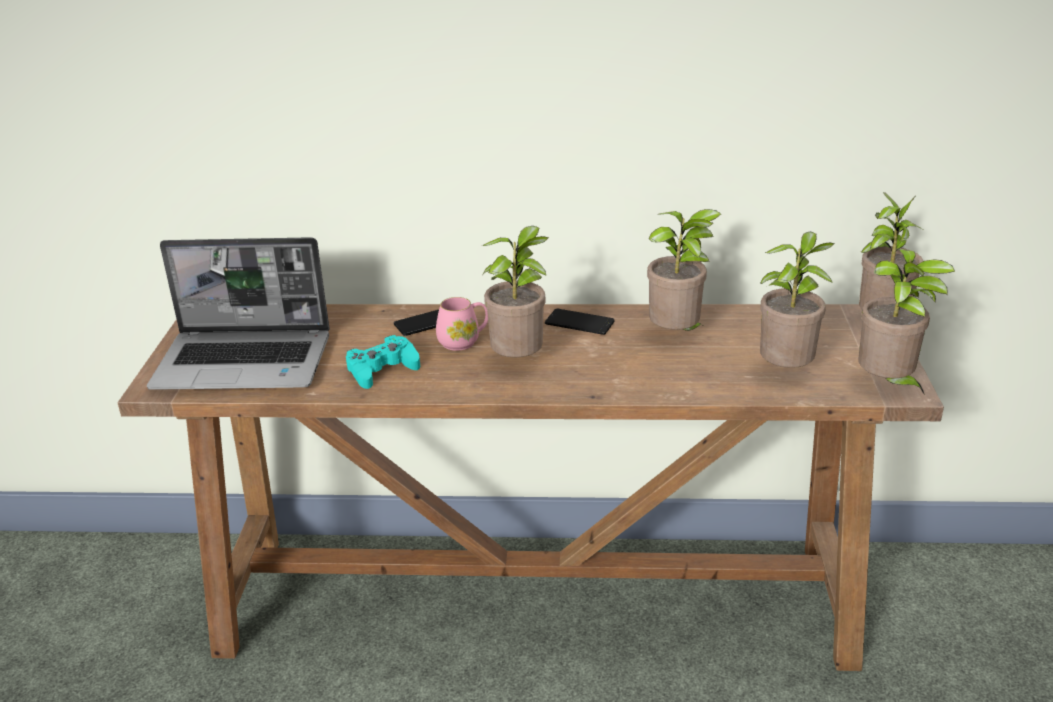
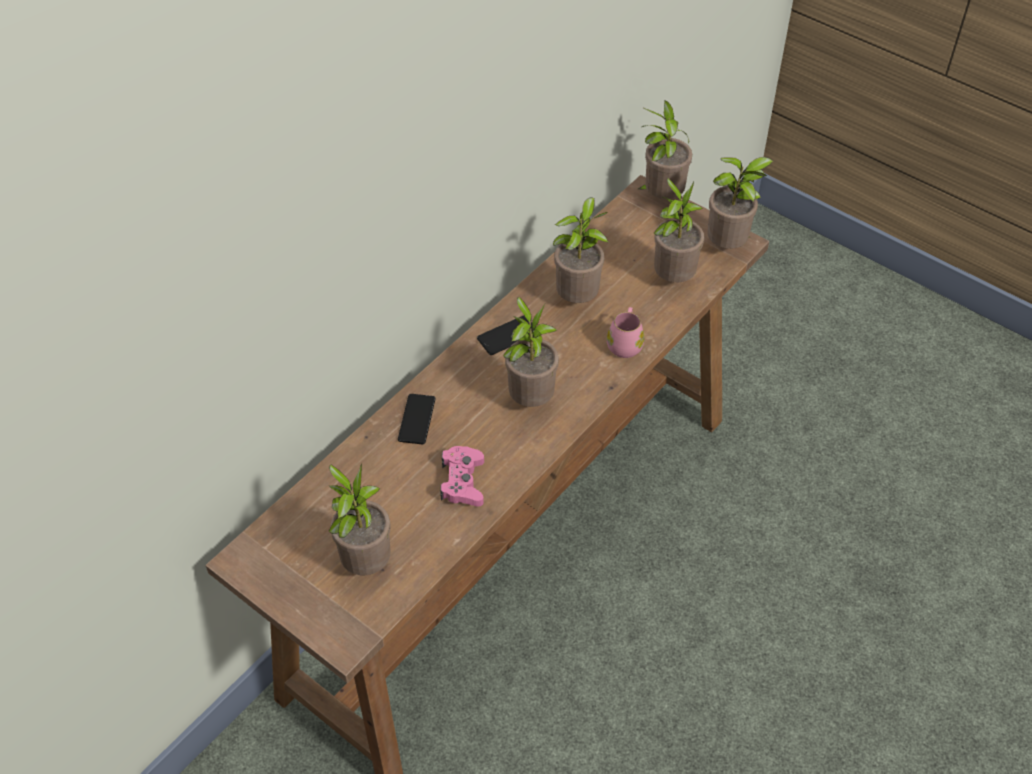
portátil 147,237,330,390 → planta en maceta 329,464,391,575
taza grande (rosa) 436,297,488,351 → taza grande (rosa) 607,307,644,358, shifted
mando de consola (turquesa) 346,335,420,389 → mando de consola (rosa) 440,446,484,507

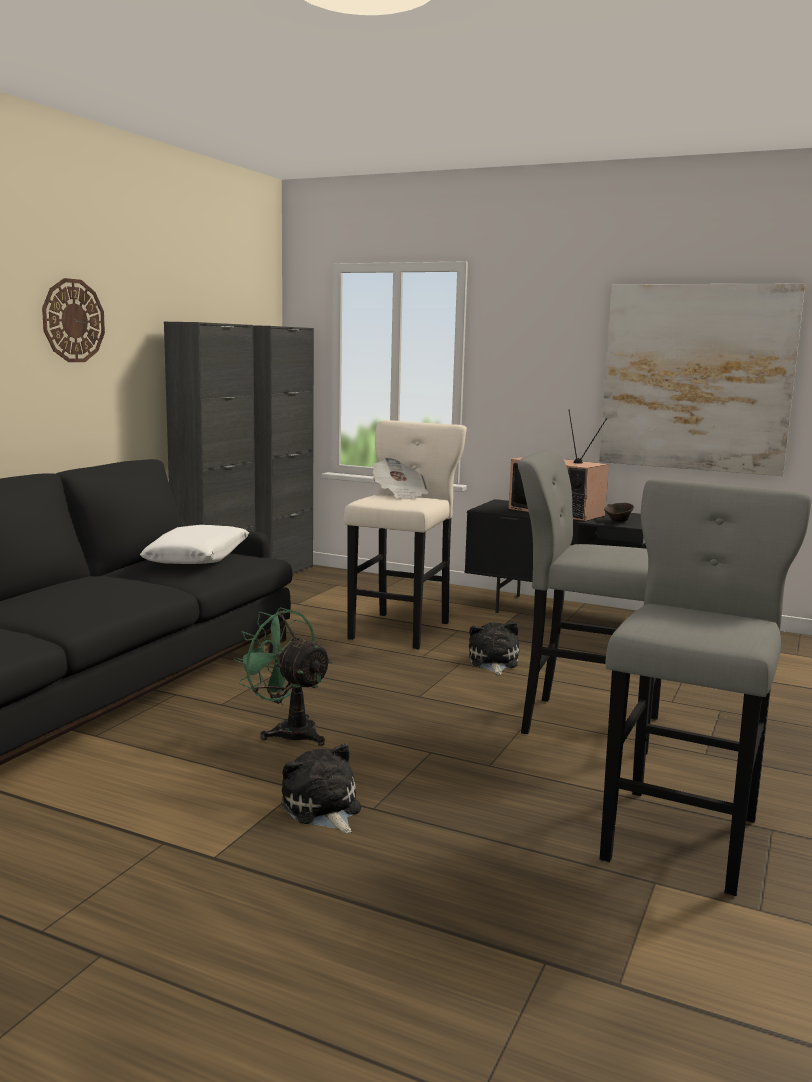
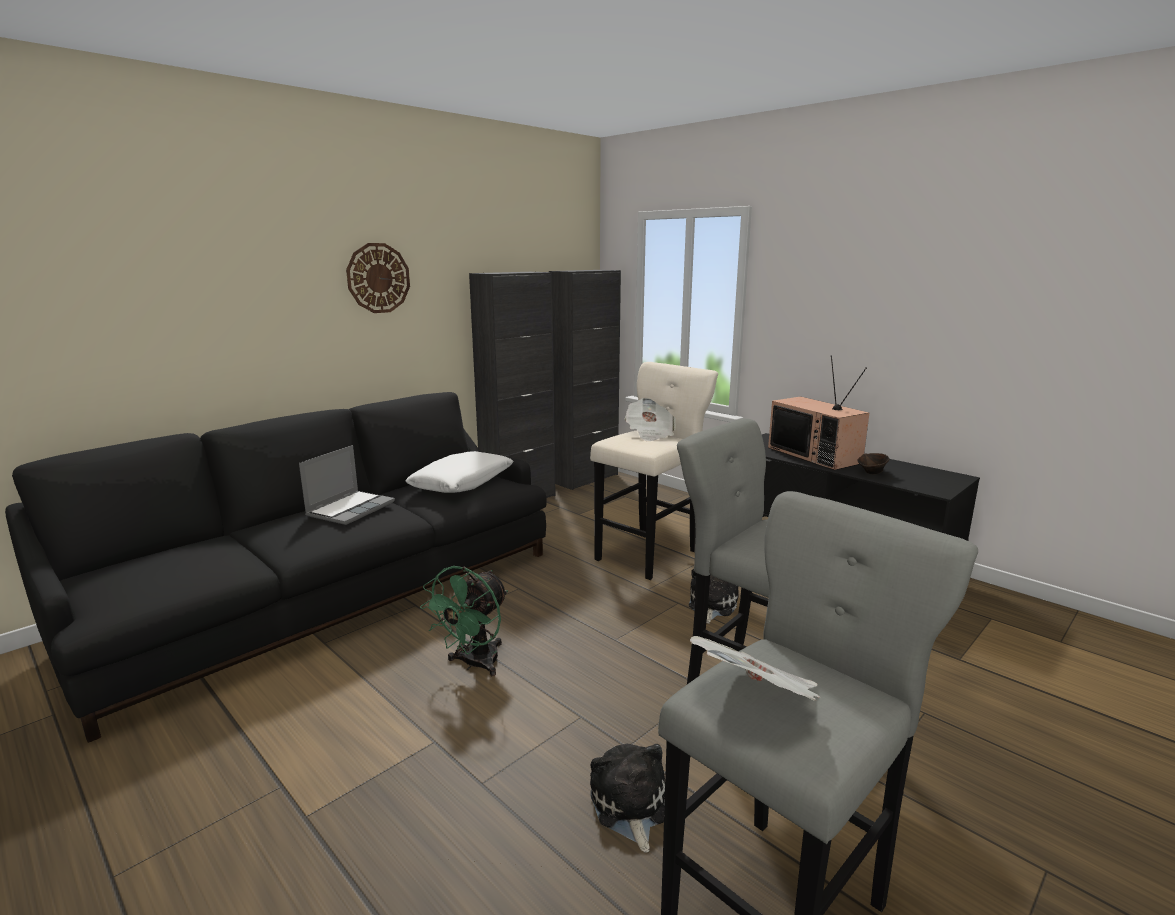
cuadro 599,284,805,476 → -
ventilador (verde) 233,607,333,746 → ventilador (verde) 420,566,508,676, 120 degrees counterclockwise
peluche 281,744,361,833 → peluche 590,743,665,853, shifted
- → portátil 299,445,395,525
- → periódico 690,636,820,701

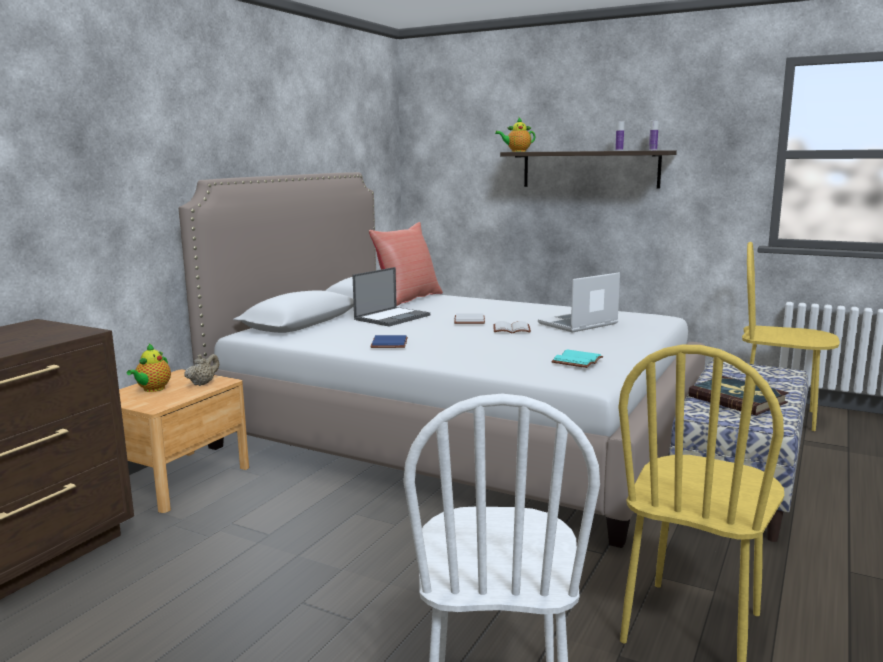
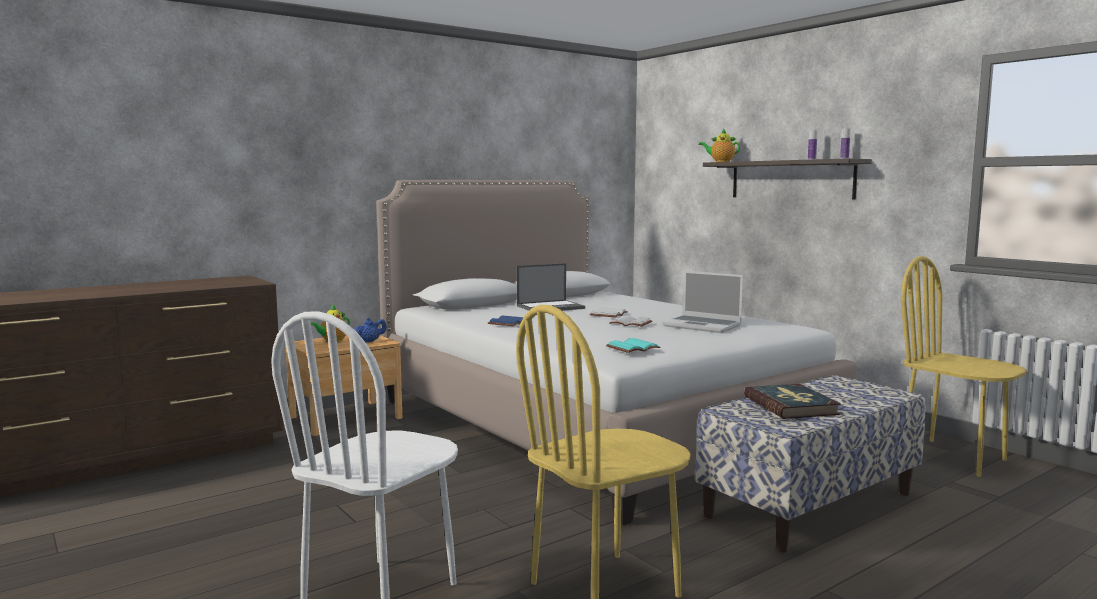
cojín (rojo) 369,222,443,306 → -
portátil 538,272,620,333 → portátil 663,271,743,333, 135 degrees counterclockwise
tetera (beis) 185,354,219,386 → tetera (azul) 354,317,387,343

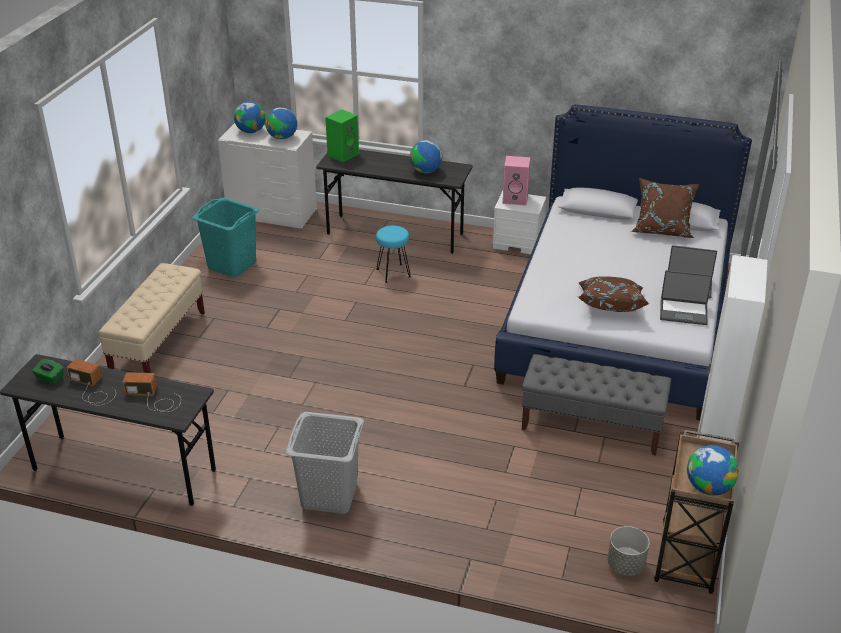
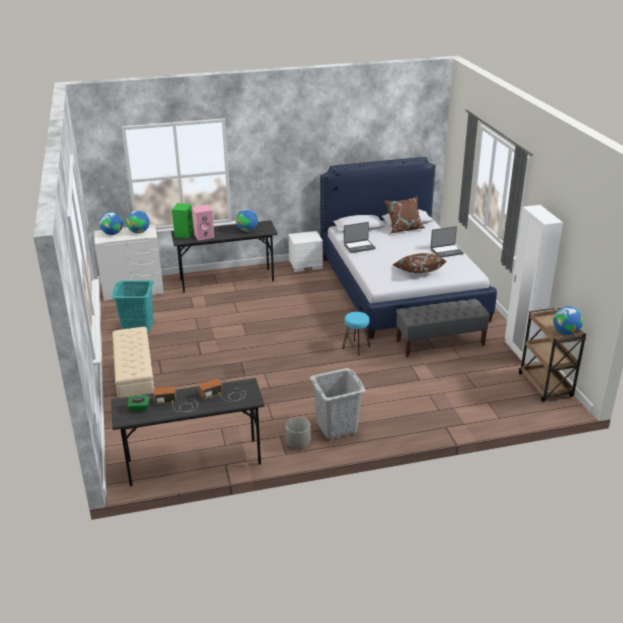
altavoz (rosa) 503,156,530,206 → altavoz (rosa) 192,205,214,240, shifted
taburete (turquesa) 376,226,411,283 → taburete (turquesa) 342,312,371,355, shifted
portátil 660,270,712,325 → portátil 344,222,376,253, shifted
maceta (gris) 607,526,649,576 → maceta (gris) 286,417,311,448, shifted

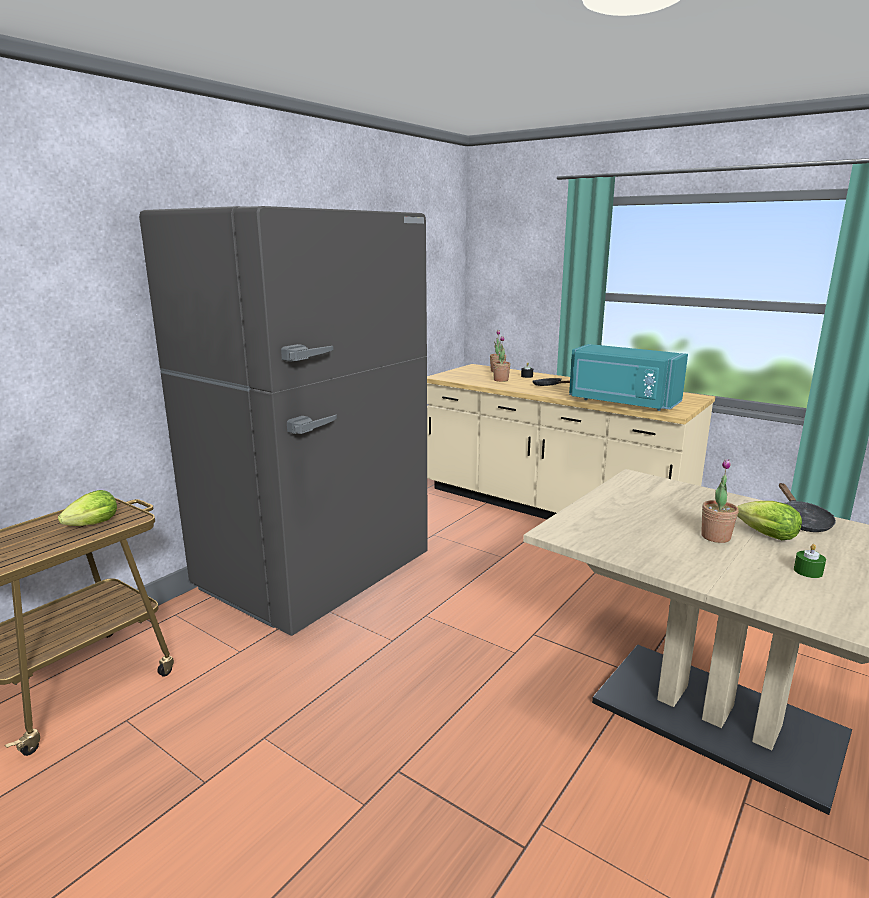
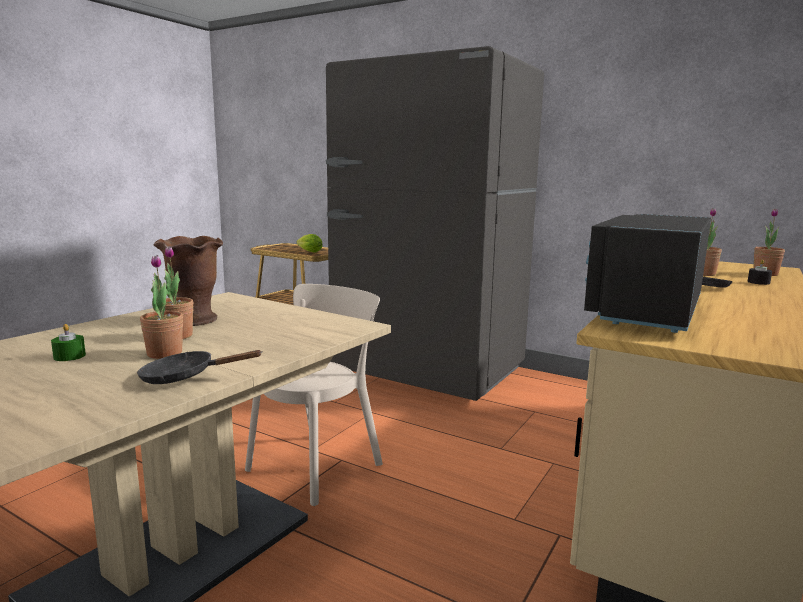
microondas (turquesa) 569,344,688,411 → microondas (negro) 584,214,711,333
lechuga 737,501,802,540 → planta en maceta 140,255,183,359
- → florero (marrón) 154,236,223,326
- → silla (beis) 245,284,383,506

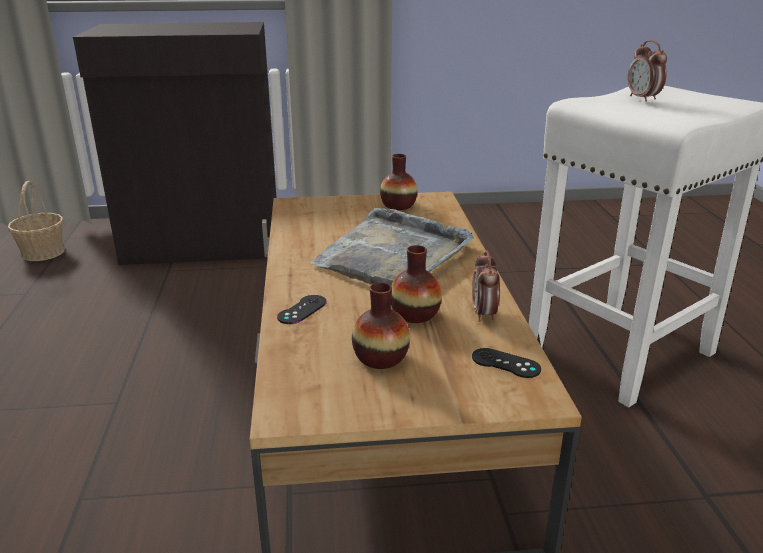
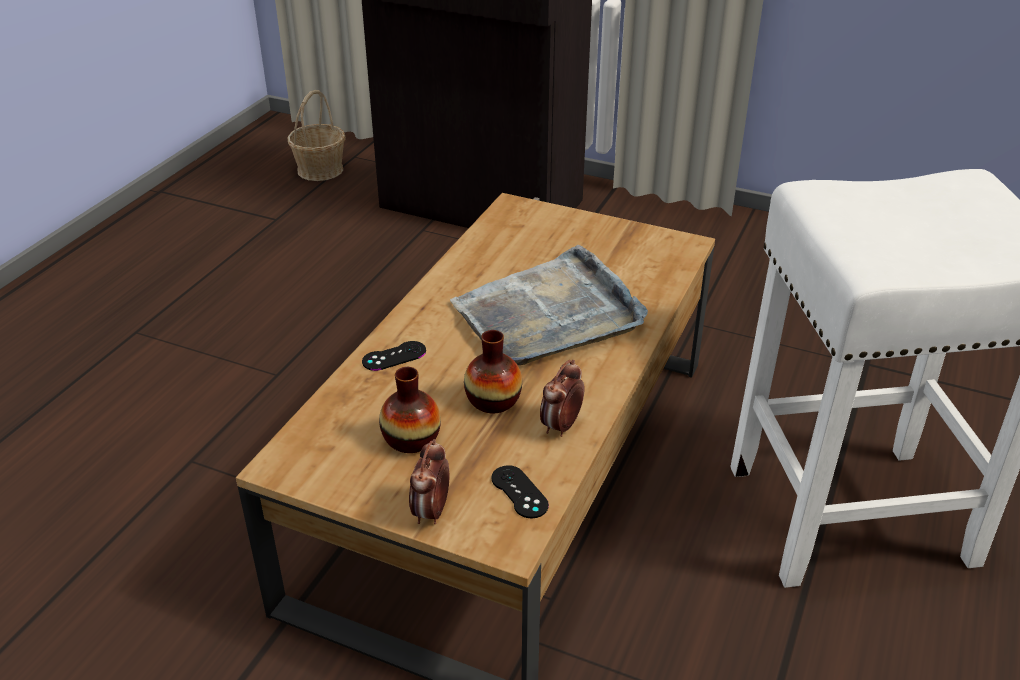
despertador 628,40,667,102 → despertador 409,439,449,524, shifted
florero 380,154,417,210 → -

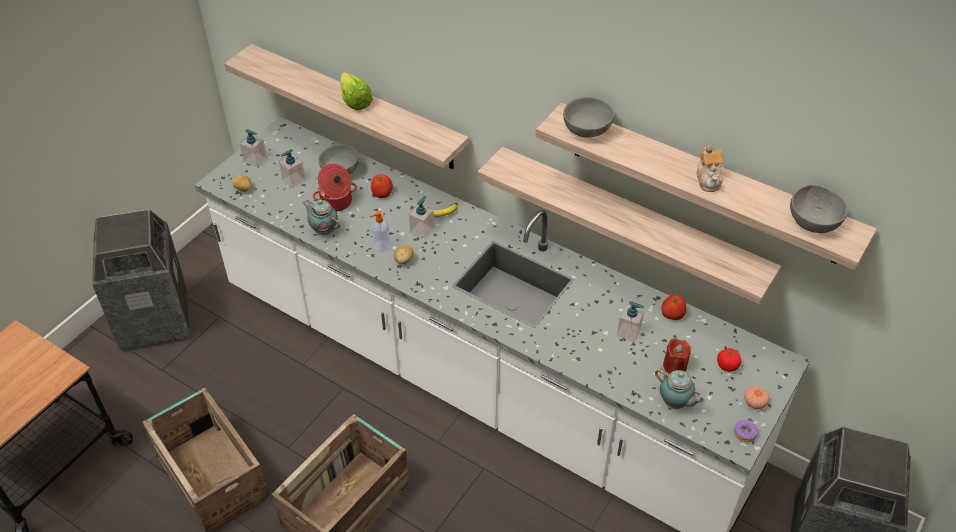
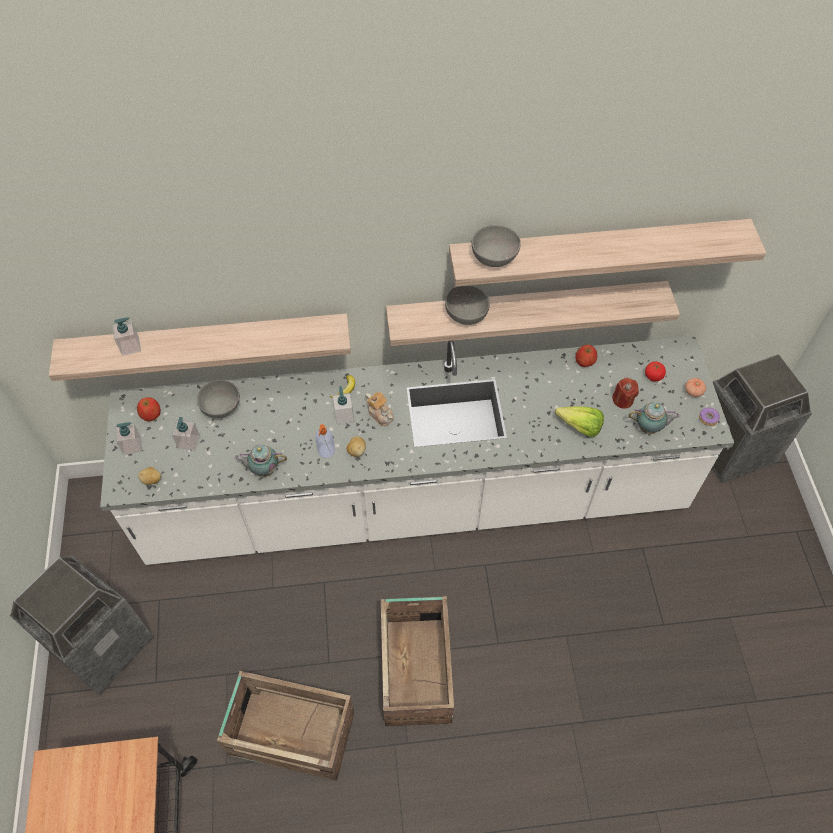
lechuga 340,72,373,110 → lechuga 555,406,604,437, shifted
tetera 696,145,723,192 → tetera 365,392,394,426, shifted
olla 313,164,357,212 → -
manzana 371,174,393,198 → manzana 137,397,161,421, shifted
cuenco (gris) 790,185,848,233 → cuenco (gris) 445,286,490,325, shifted
dispensador de jabón 617,301,645,342 → dispensador de jabón 112,317,141,356, shifted

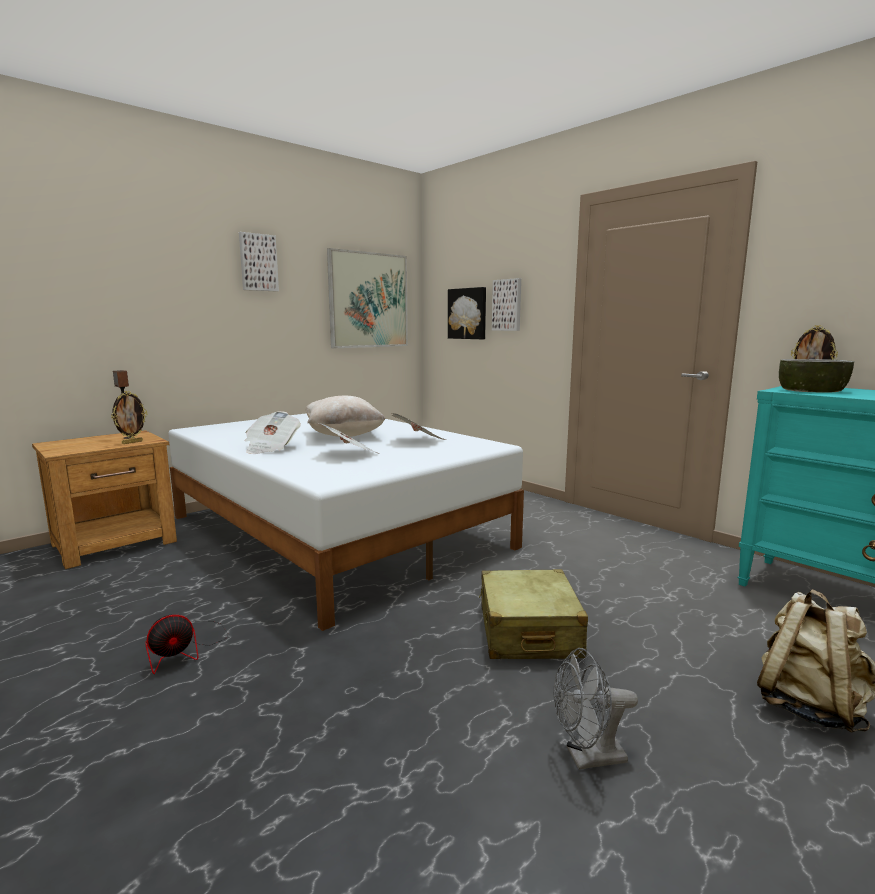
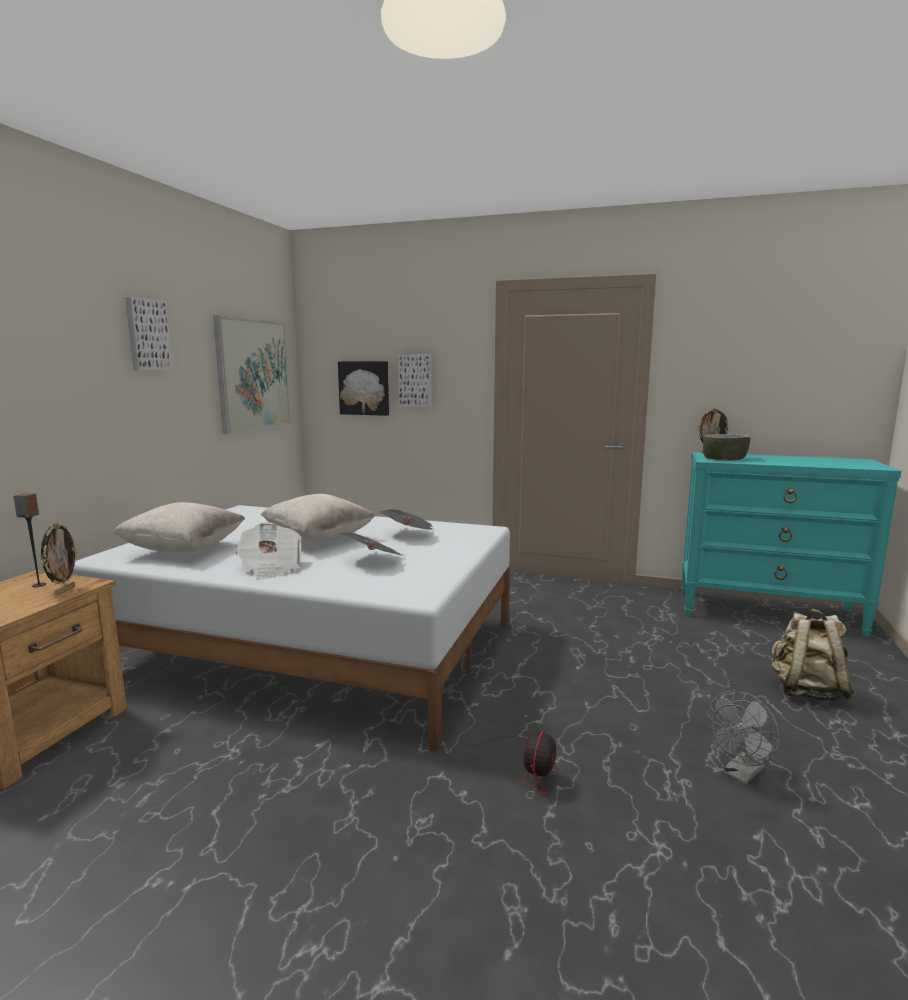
maleta (beis) 479,569,588,659 → -
ventilador 145,615,228,674 → ventilador 457,731,557,796, shifted
- → cojín (beis) 112,502,245,553

